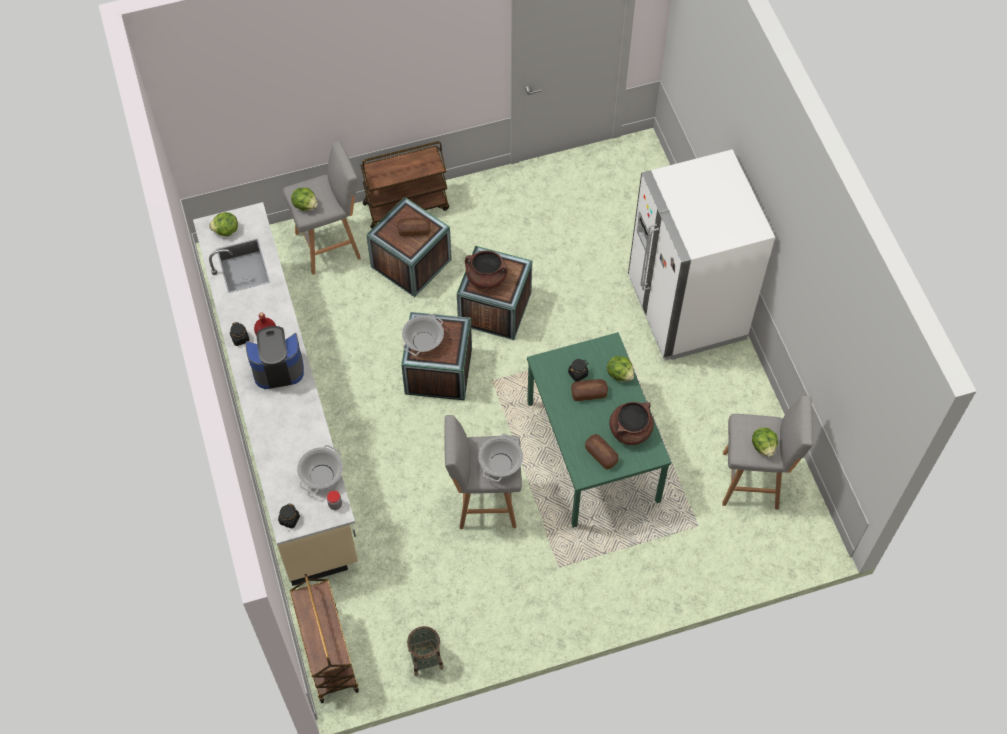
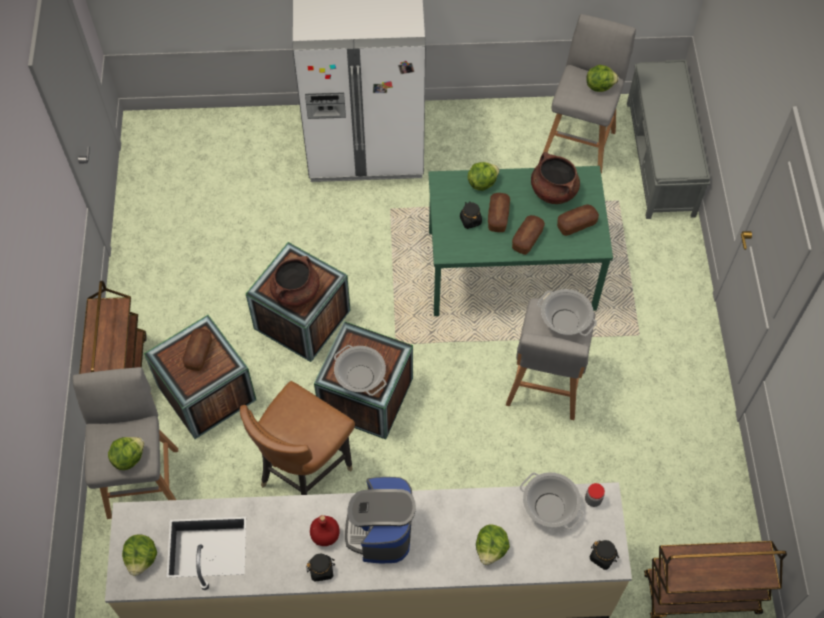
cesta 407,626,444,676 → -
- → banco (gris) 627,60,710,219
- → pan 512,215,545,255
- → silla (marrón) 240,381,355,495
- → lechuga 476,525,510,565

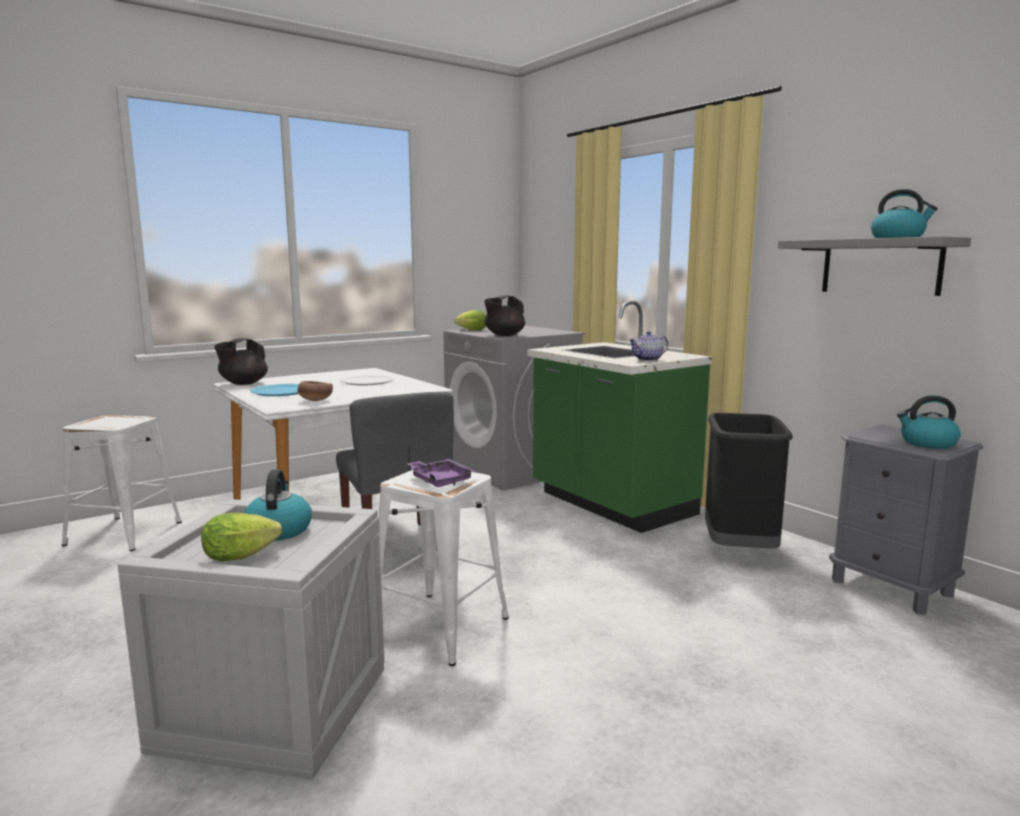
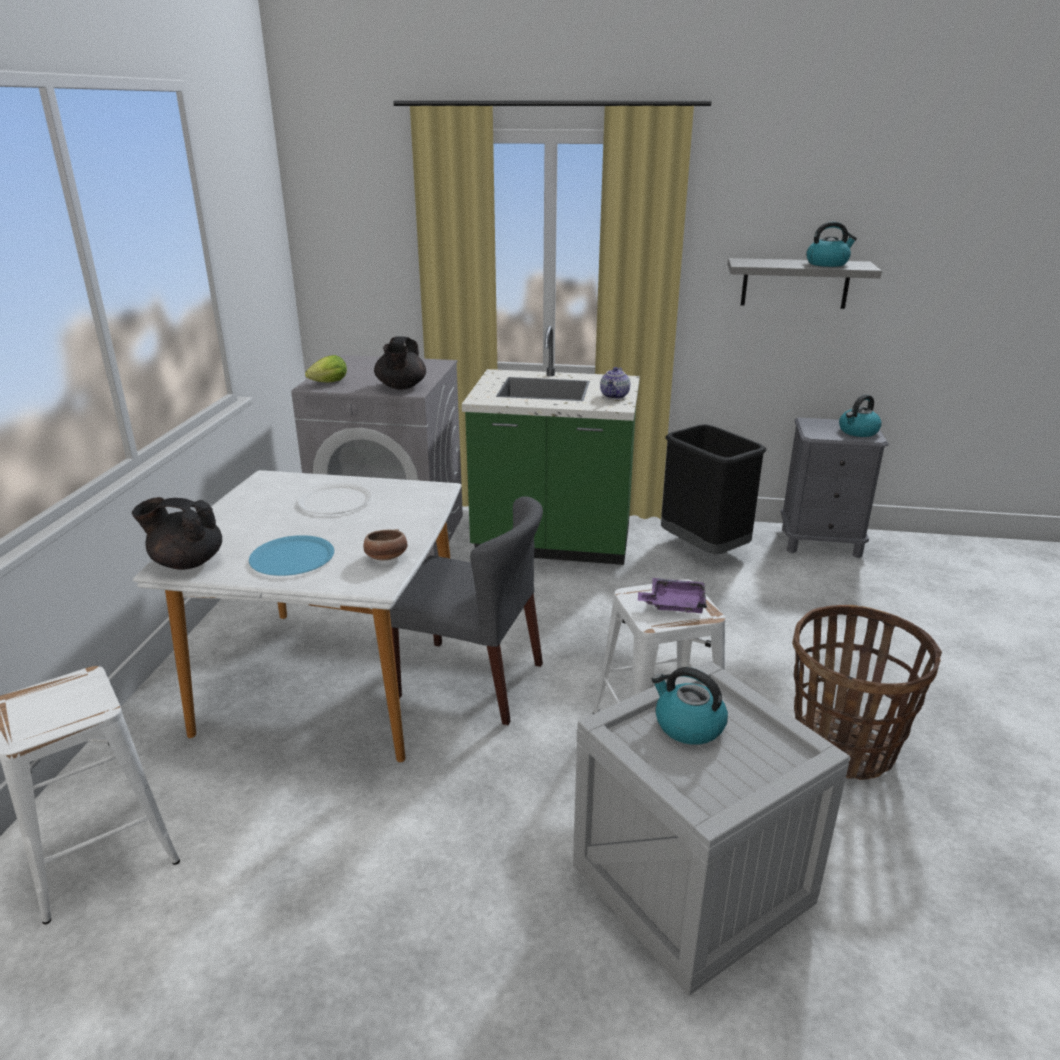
tetera (negro) 214,338,268,385 → tetera (negro) 132,497,222,570, 105 degrees clockwise
lechuga 201,513,282,561 → -
- → cesta 792,605,942,780

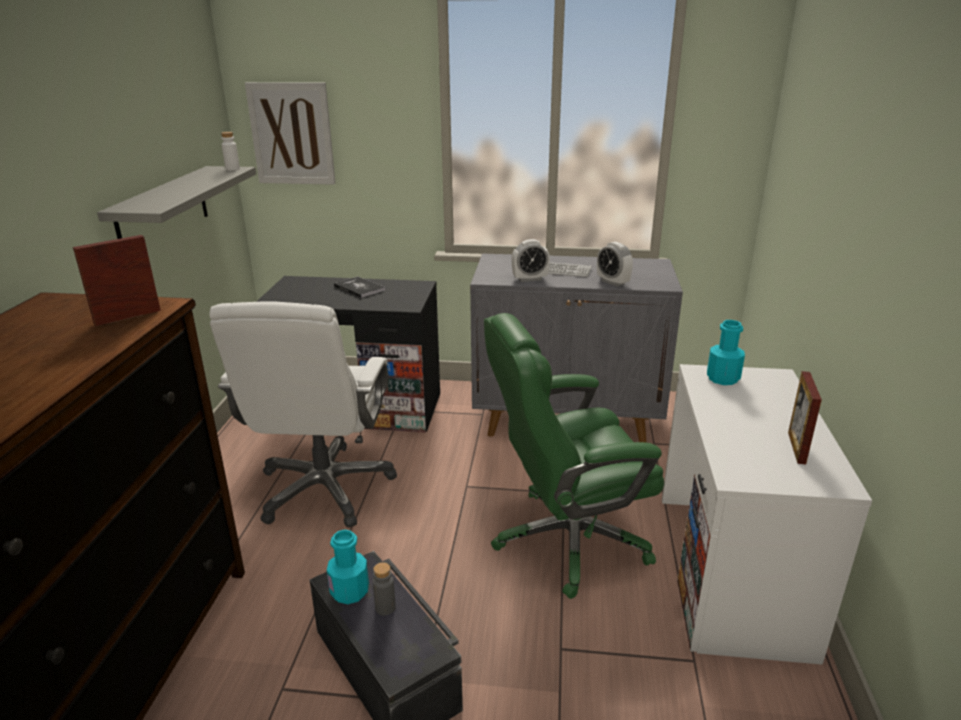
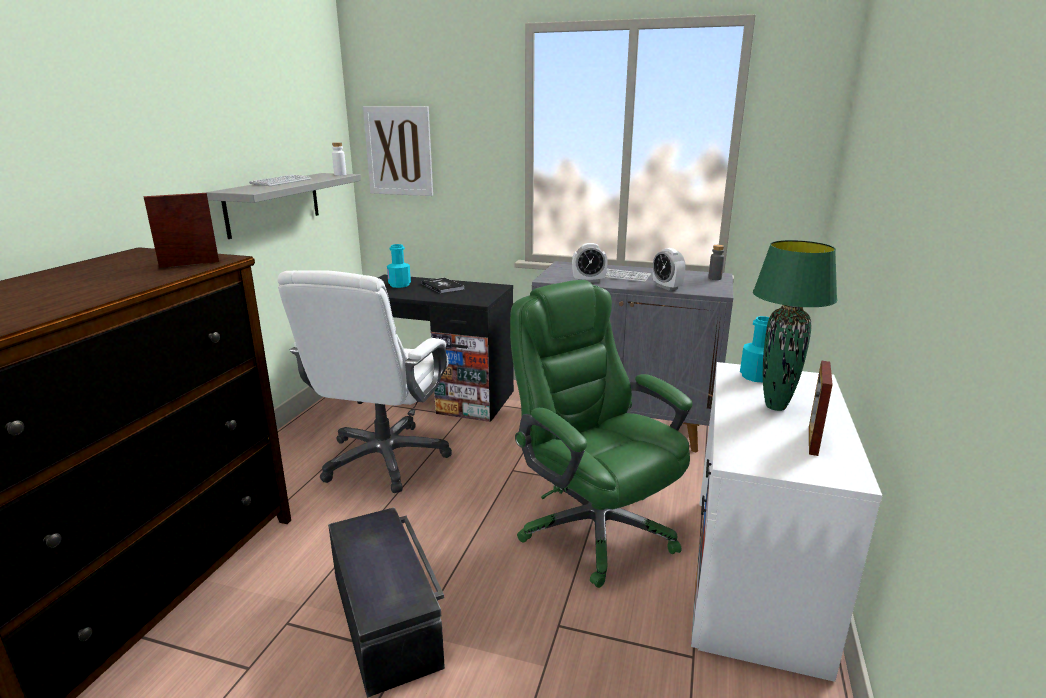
silla de oficina (verde) 484,313,664,599 → silla de oficina (verde) 510,280,693,588, 60 degrees clockwise
botella (turquesa) 327,530,369,604 → botella (turquesa) 387,244,411,288, shifted
botella (gris) 373,562,396,615 → botella (gris) 708,245,724,280, shifted
- → teclado 249,175,312,186
- → lámpara de mesa (verde) 753,240,838,411

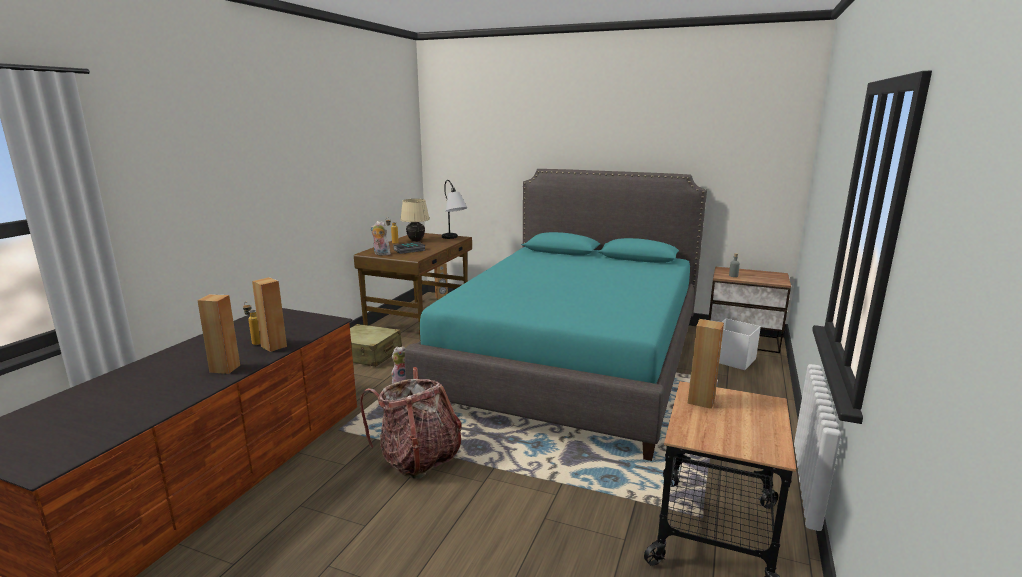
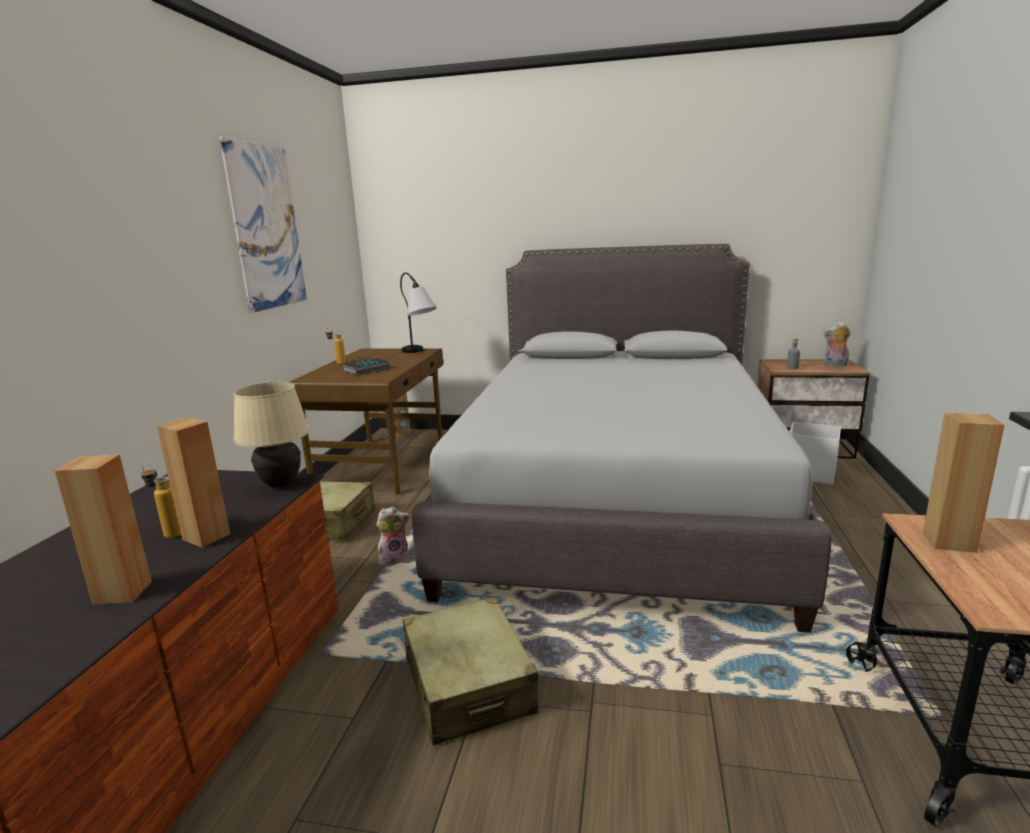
cama (turquesa) 405,169,707,461 → cama (gris) 412,244,832,633
lámpara de mesa (beis) 400,199,430,242 → lámpara de mesa (beis) 233,382,310,488, shifted
peluche 370,221,391,256 → peluche 823,322,851,367, shifted
mochila 360,367,461,478 → maleta (beis) 402,597,538,745
- → cuadro 219,136,307,313

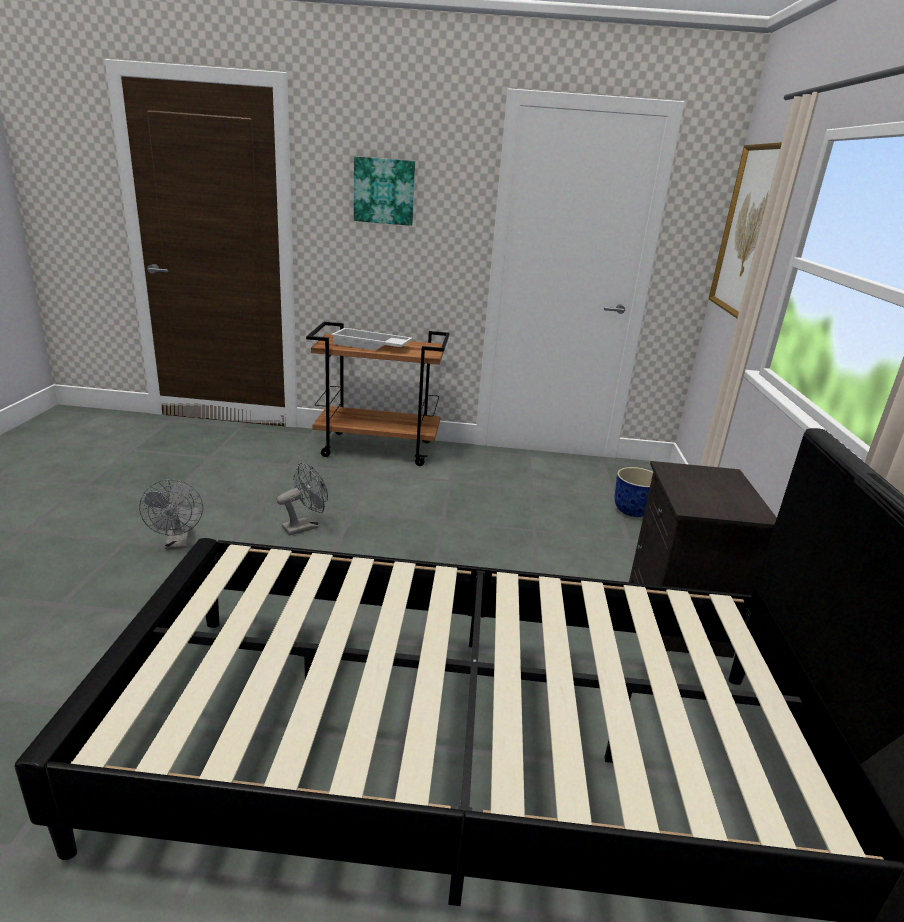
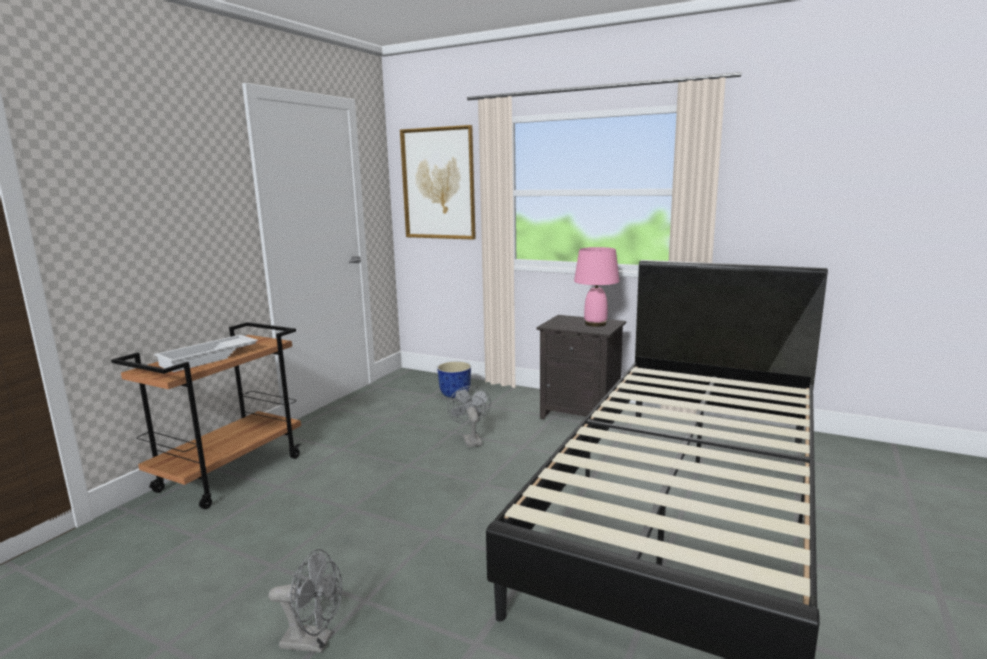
cuadro 354,156,415,226 → -
ventilador (gris) 276,462,328,535 → ventilador (gris) 447,386,491,447, shifted
- → lámpara de mesa (rosa) 574,247,620,327

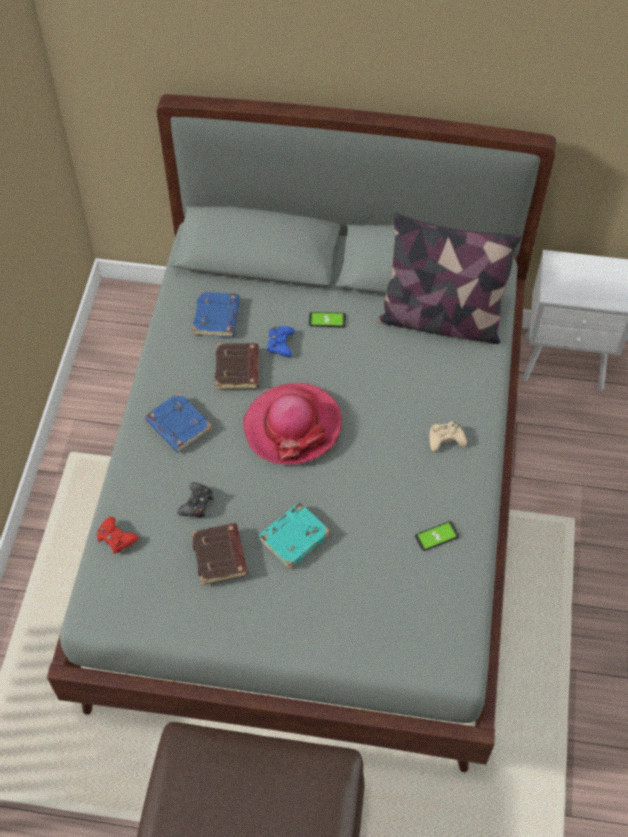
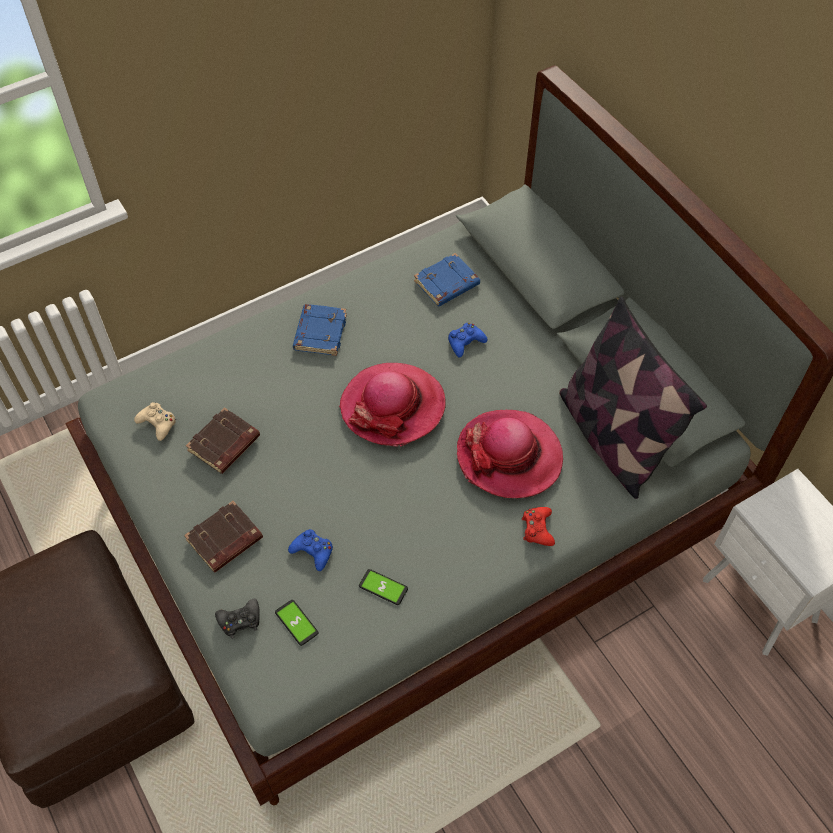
móvil 309,312,346,327 → móvil 275,600,318,646, shifted
libro (marrón) 215,343,259,390 → libro (marrón) 184,501,263,573, shifted
mando de consola (beis) 429,421,467,452 → mando de consola (beis) 134,402,176,441, shifted
mando de consola (negro) 177,482,214,518 → mando de consola (negro) 215,599,260,639, shifted
libro (turquesa) 258,502,330,569 → -
mando de consola (rojo) 96,517,138,554 → mando de consola (rojo) 522,507,555,546, shifted
- → sombrero 457,410,563,498
- → mando de consola (azul) 288,529,333,571

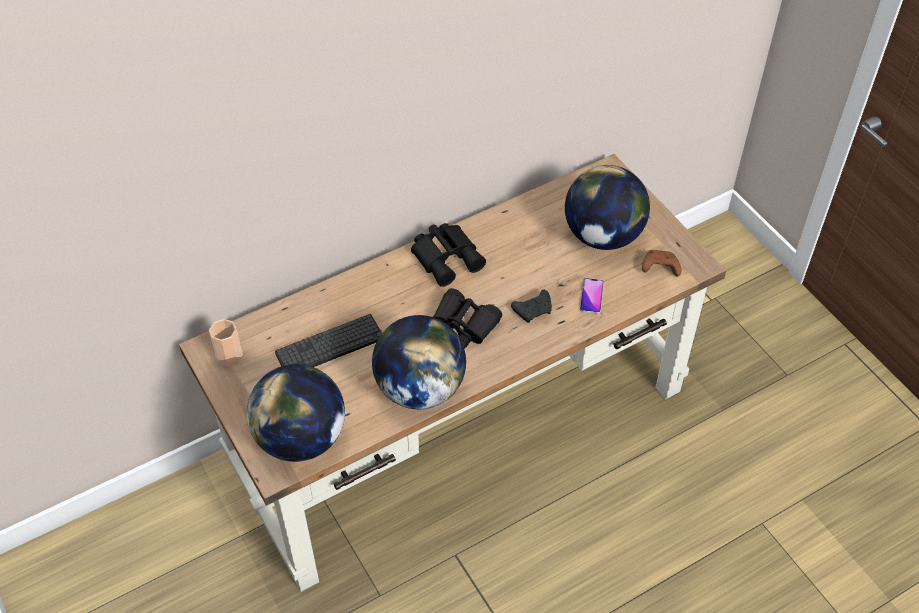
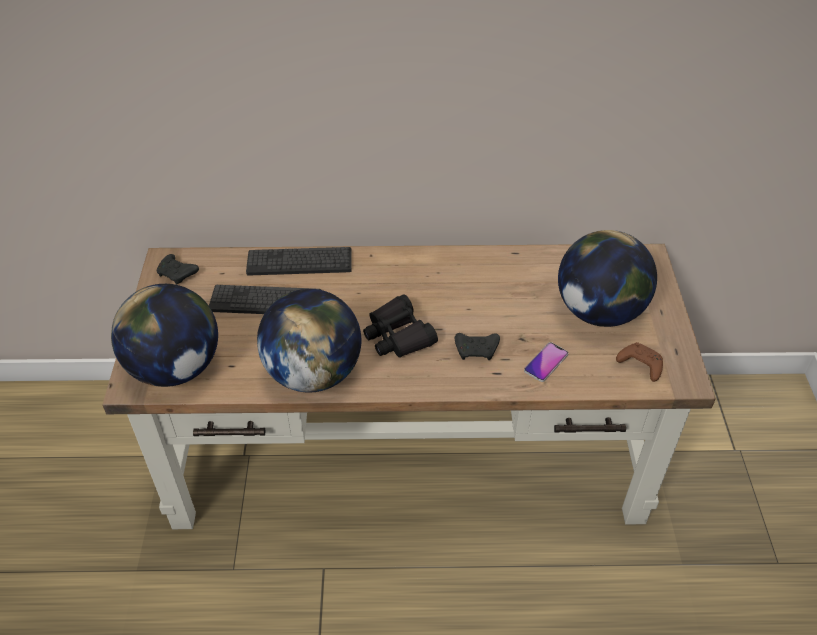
prismáticos (negro) 411,223,486,287 → -
taza 209,319,243,367 → mando de consola (negro) 157,254,199,284
- → teclado 246,247,352,276

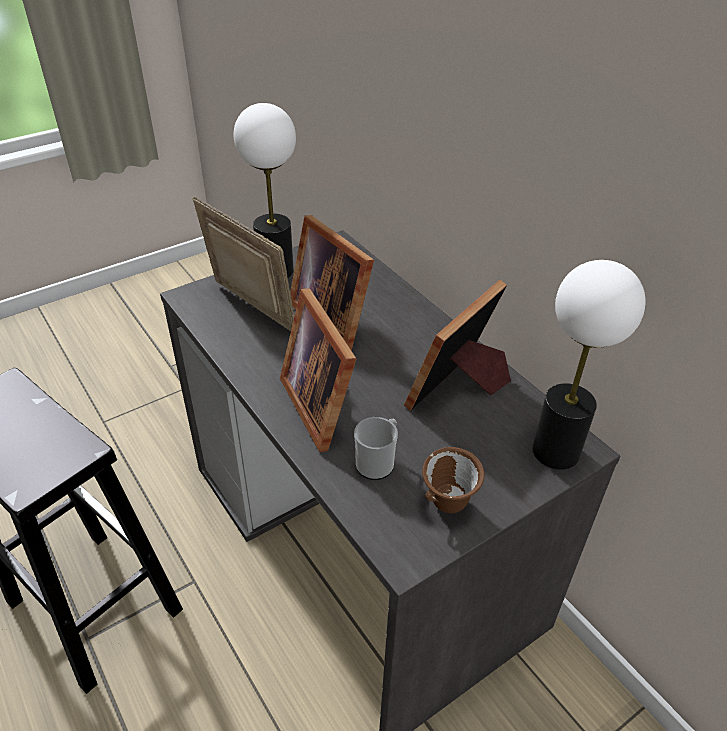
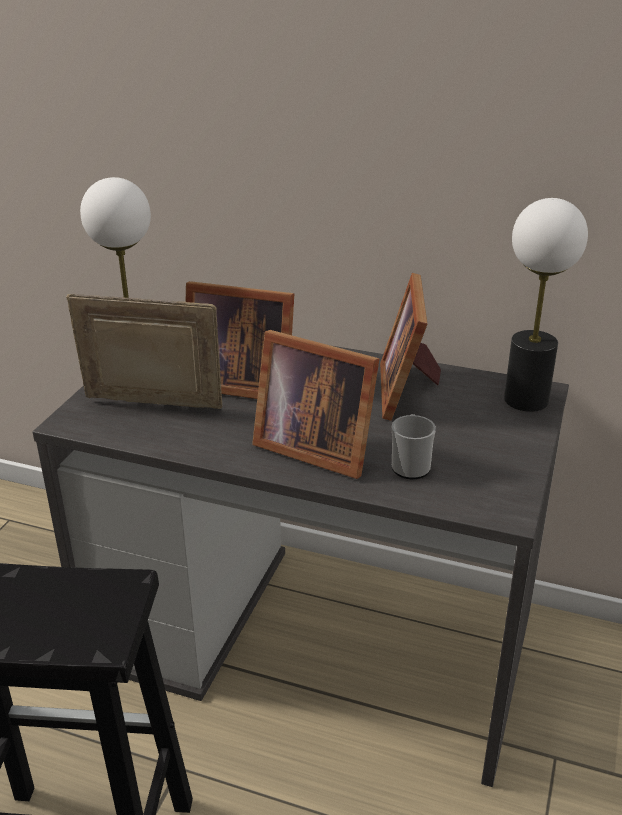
taza grande (marrón) 422,447,485,513 → -

